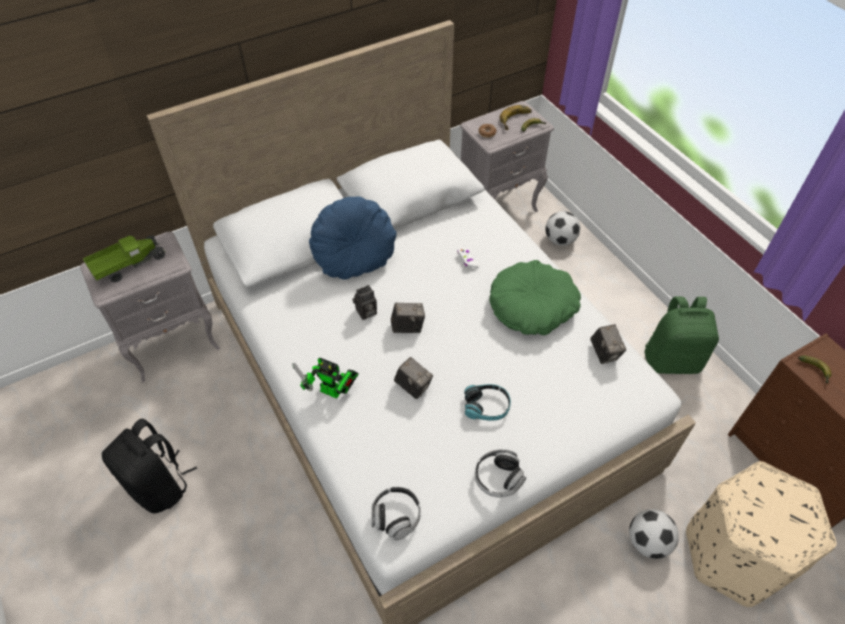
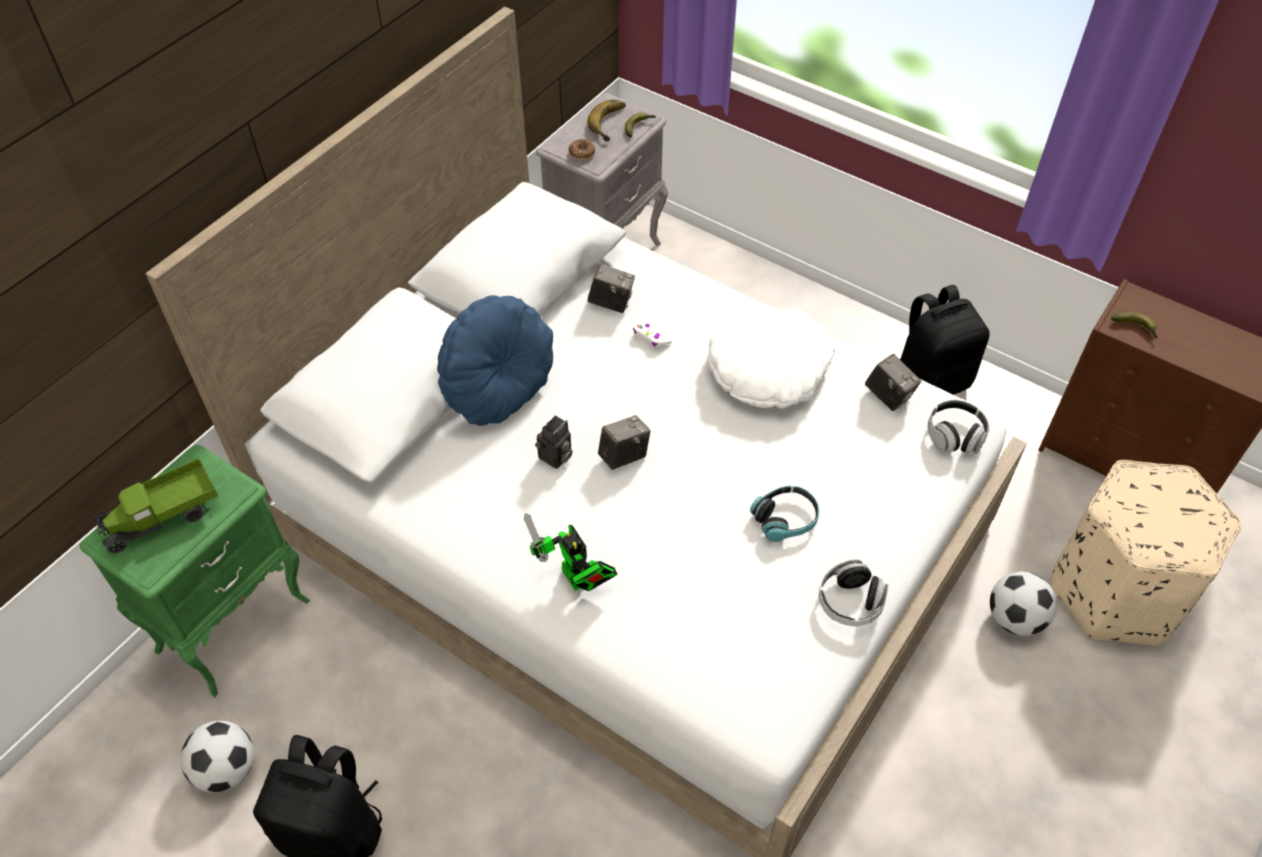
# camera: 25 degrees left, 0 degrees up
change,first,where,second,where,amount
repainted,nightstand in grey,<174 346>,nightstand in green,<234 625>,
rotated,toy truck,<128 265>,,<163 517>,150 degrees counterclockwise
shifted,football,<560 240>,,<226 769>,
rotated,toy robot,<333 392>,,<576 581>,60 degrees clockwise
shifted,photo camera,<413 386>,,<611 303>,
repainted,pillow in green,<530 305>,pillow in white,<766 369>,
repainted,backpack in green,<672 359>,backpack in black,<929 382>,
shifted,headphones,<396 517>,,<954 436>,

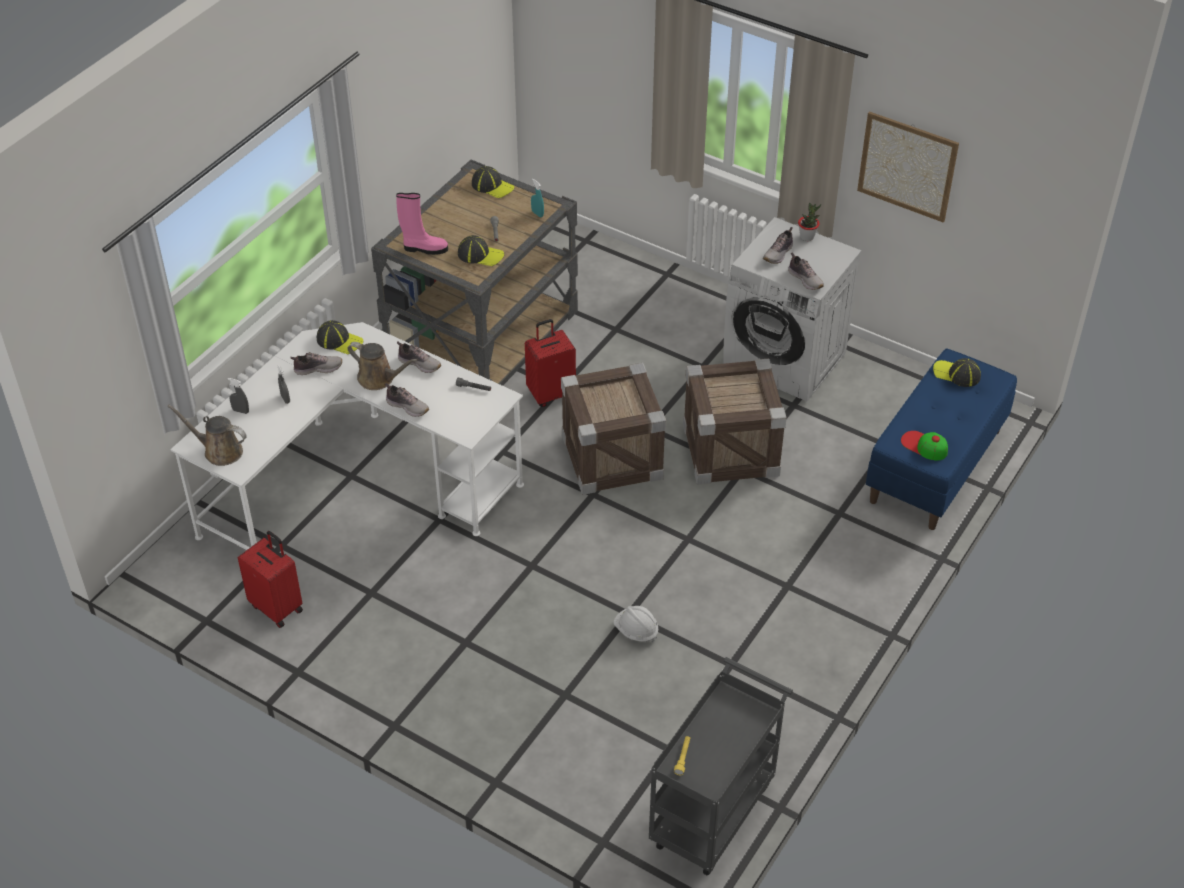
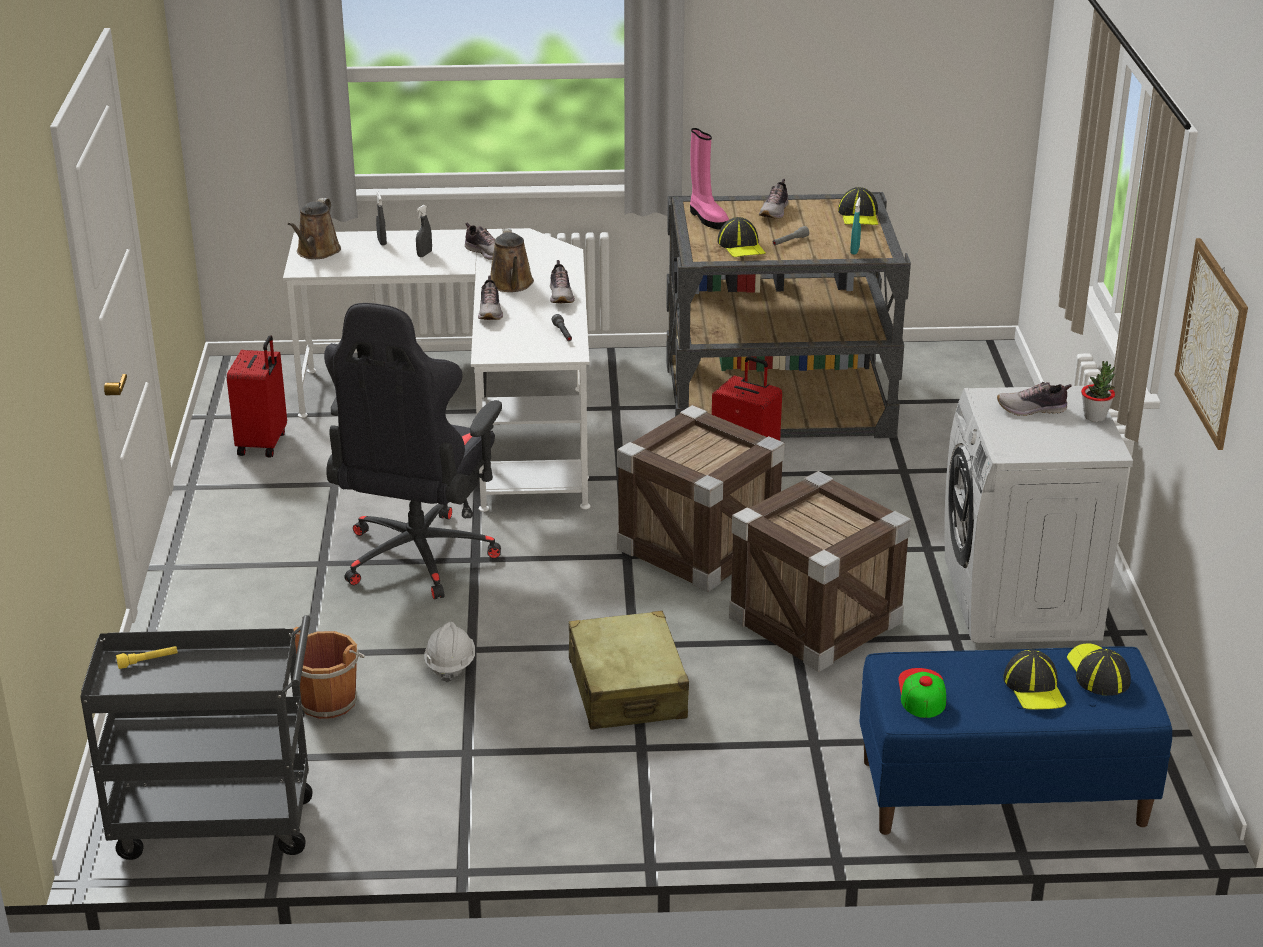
# camera: 55 degrees right, 15 degrees down
change,first,where,second,where,amount
rotated,watering can in brown,<219 451>,,<316 252>,150 degrees counterclockwise
new,,,bucket in brown,<329 699>,
new,,,office chair in black,<419 555>,
new,,,suitcase in beige,<627 689>,
shifted,shoe,<805 279>,,<775 211>,
shifted,cap,<339 341>,,<1035 688>,

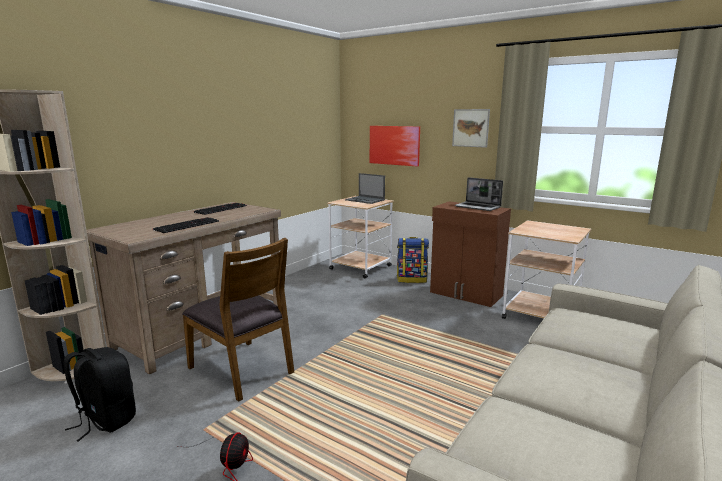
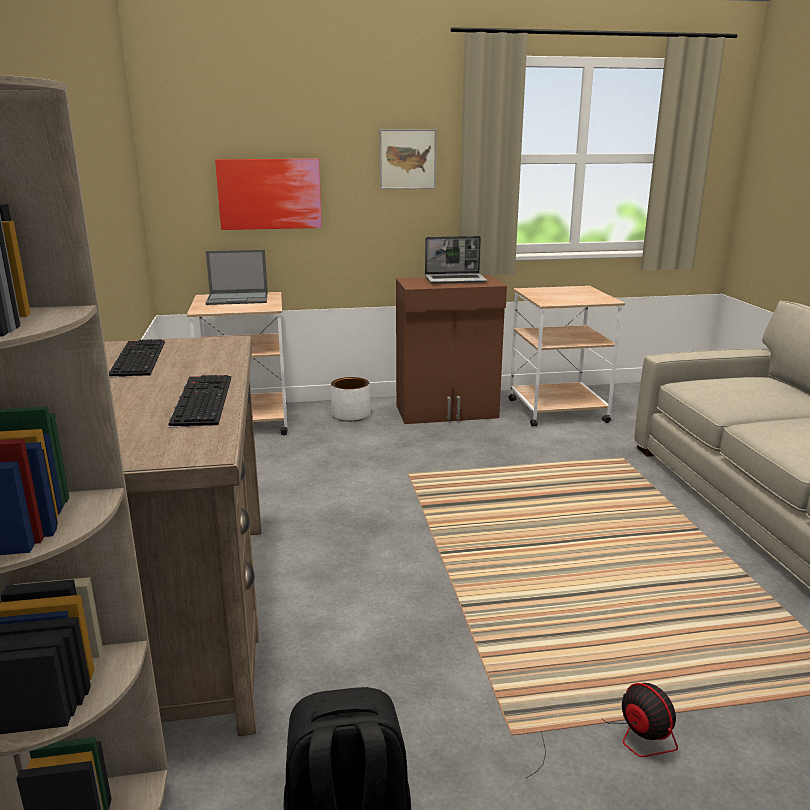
# camera: 45 degrees left, 5 degrees up
change,first,where,second,where,amount
swapped,backpack,<412 279>,planter in white,<351 415>,
gone,chair in brown,<243 369>,,,

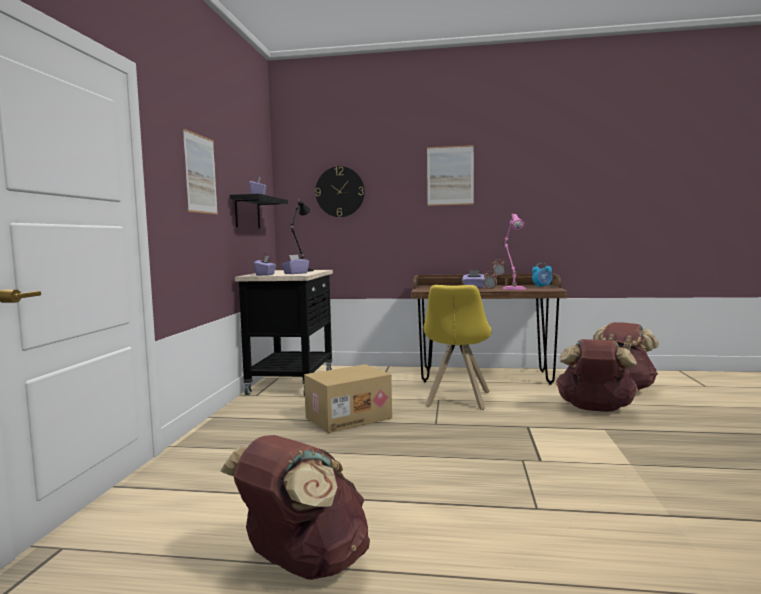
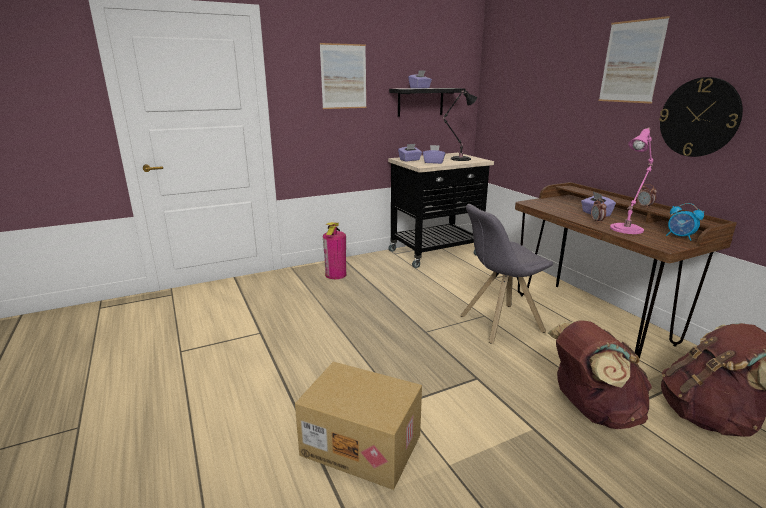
# camera: 55 degrees right, 15 degrees up
change,first,where,second,where,amount
shifted,cardboard box,<348 417>,,<363 444>,
new,,,fire extinguisher,<336 275>,
repainted,chair in yellow,<457 399>,chair in grey,<500 323>,
shifted,wall clock,<340 192>,,<699 117>,
gone,backpack in brown,<303 565>,,,

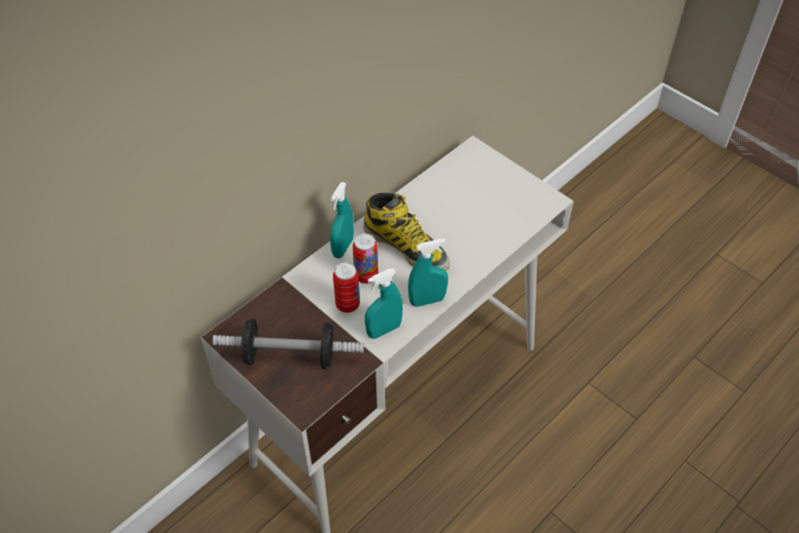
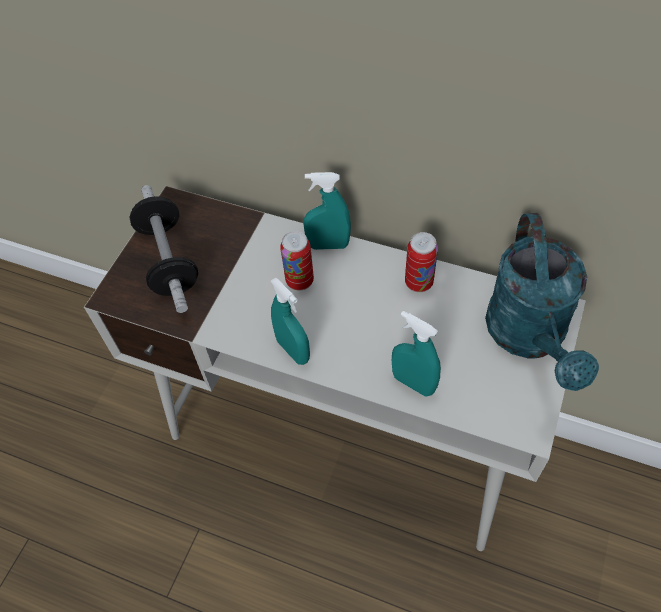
# camera: 70 degrees right, 5 degrees up
change,first,where,second,where,amount
shifted,spray bottle in turquoise,<384 330>,,<413 383>,
shifted,can,<347 304>,,<418 282>,
new,,,watering can in turquoise,<530 337>,
gone,boot,<406 246>,,,

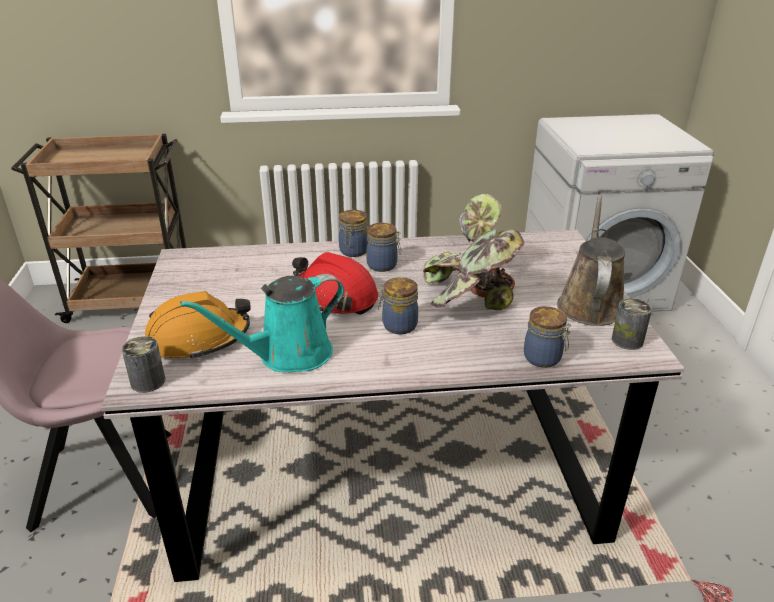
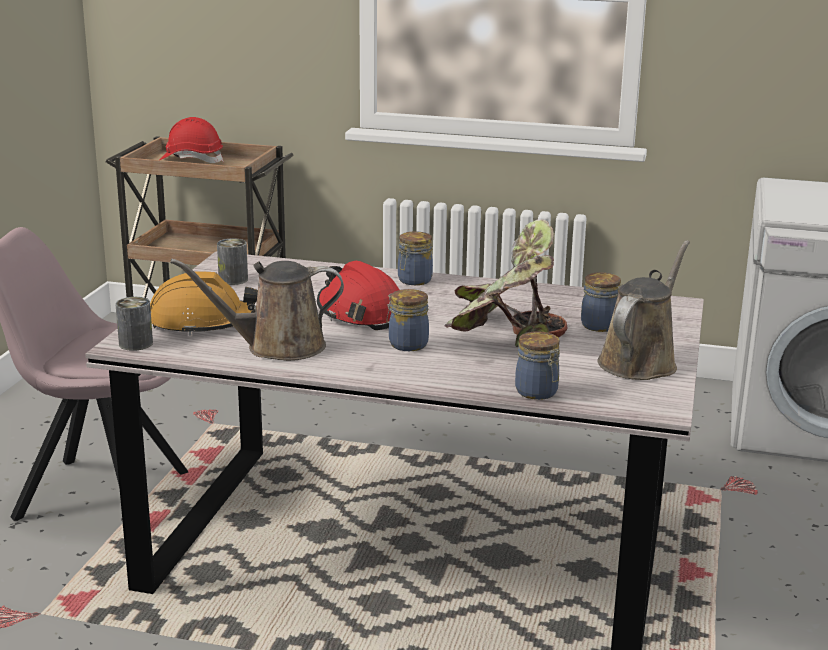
# camera: 20 degrees right, 10 degrees down
change,first,where,second,where,amount
new,,,hard hat in red,<191 160>,
repainted,watering can in turquoise,<288 355>,watering can in brown,<277 347>,
shifted,can,<627 340>,,<233 279>,
shifted,jar,<383 265>,,<601 326>,

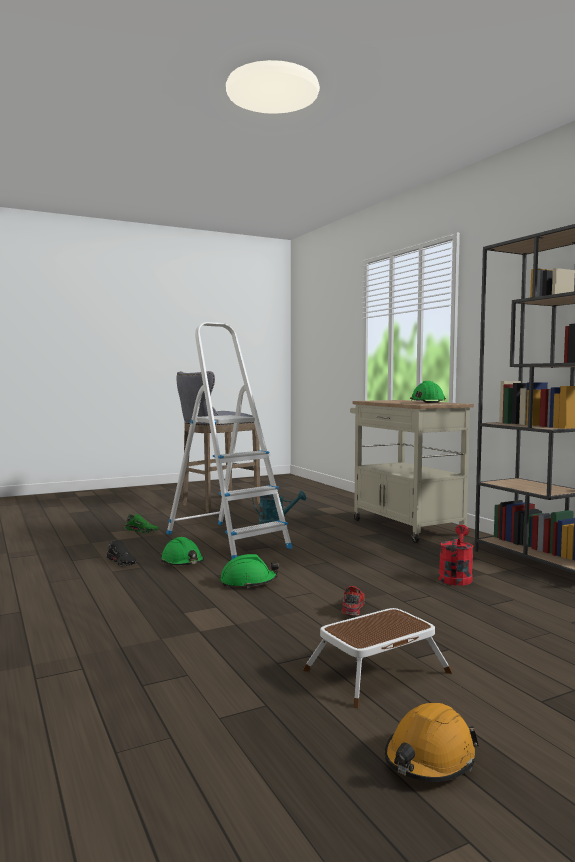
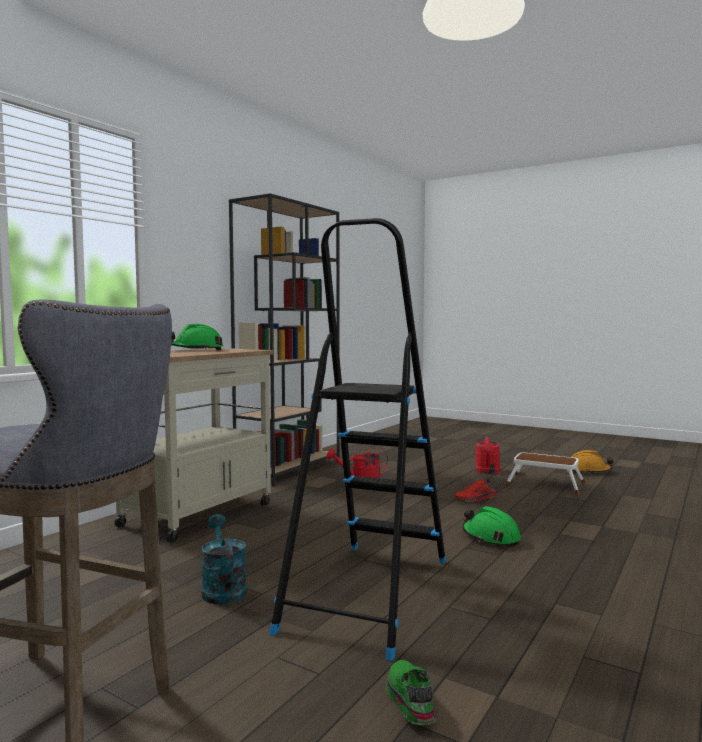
# camera: 120 degrees left, 0 degrees up
change,first,where,second,where,amount
repainted,step ladder in white,<227 540>,step ladder in black,<369 591>,
new,,,watering can in red,<487 472>,
gone,shoe in black,<122 562>,,,
gone,hard hat in green,<182 563>,,,

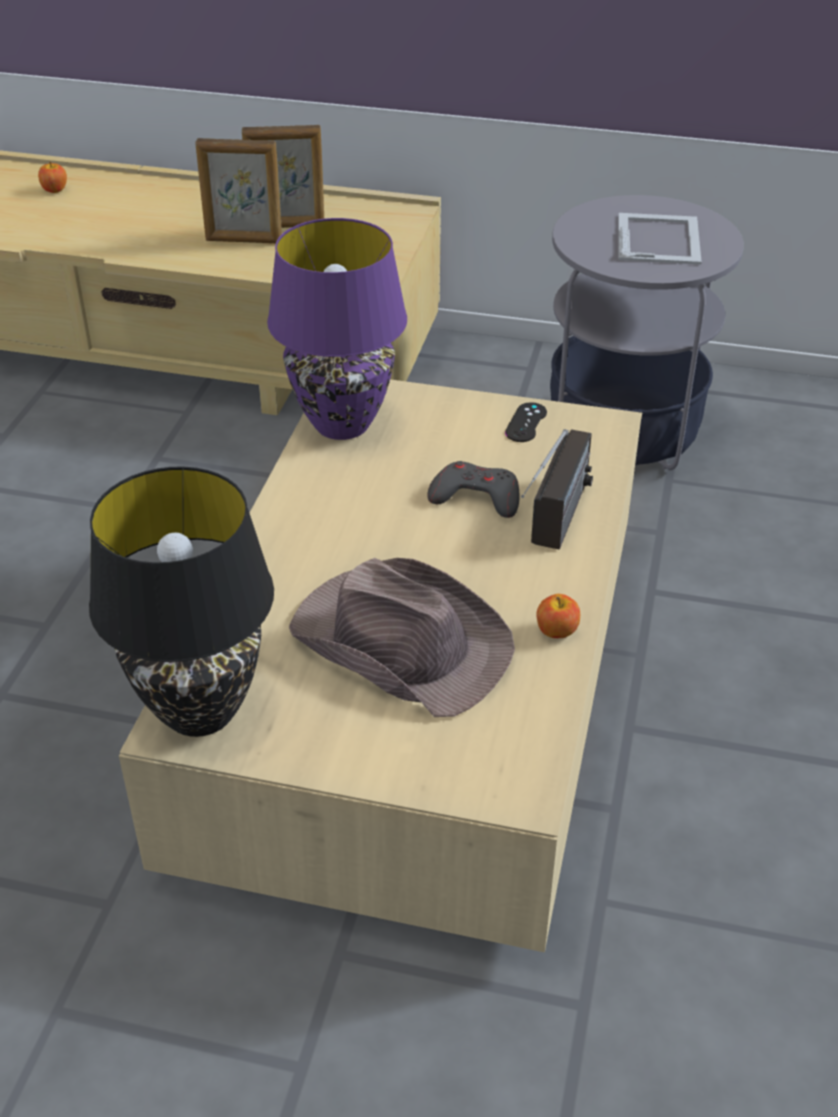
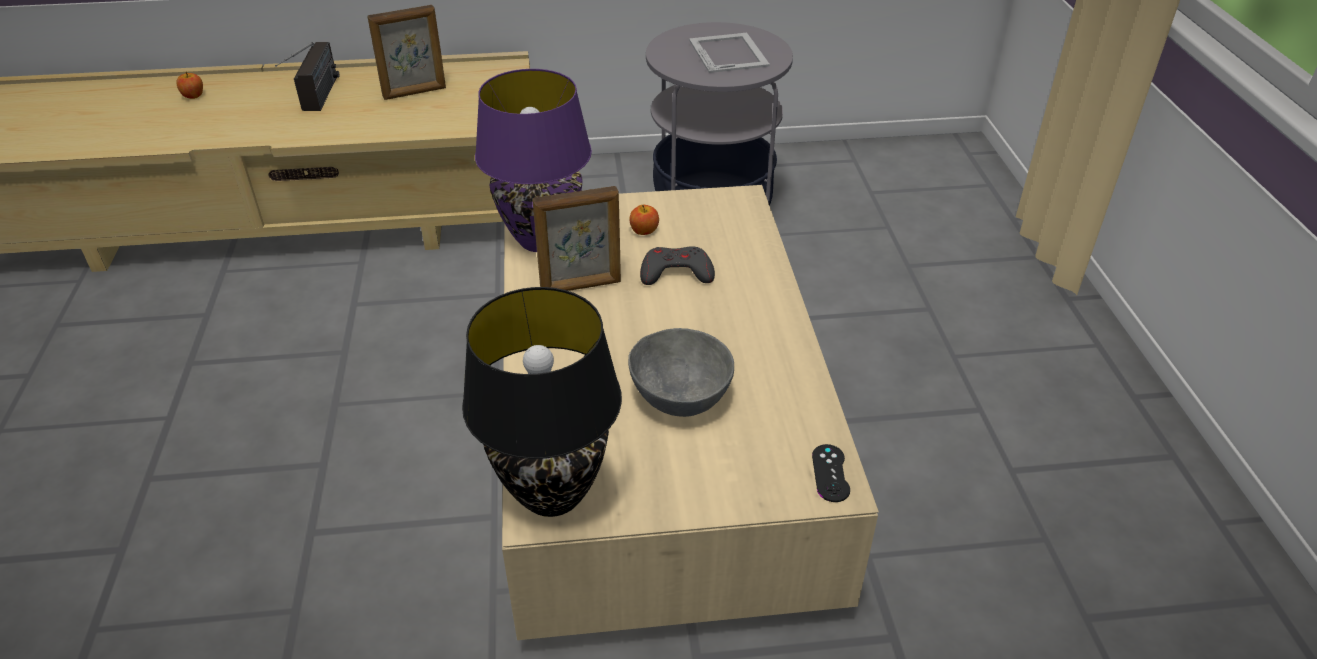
# camera: 20 degrees left, 0 degrees up
change,first,where,second,where,amount
shifted,radio,<555 531>,,<317 103>,
shifted,picture frame,<244 241>,,<581 286>,
swapped,hat in brown,<399 641>,bowl in grey,<680 396>,
shifted,apple,<556 631>,,<644 231>,
shifted,game controller in black,<526 423>,,<830 473>,

